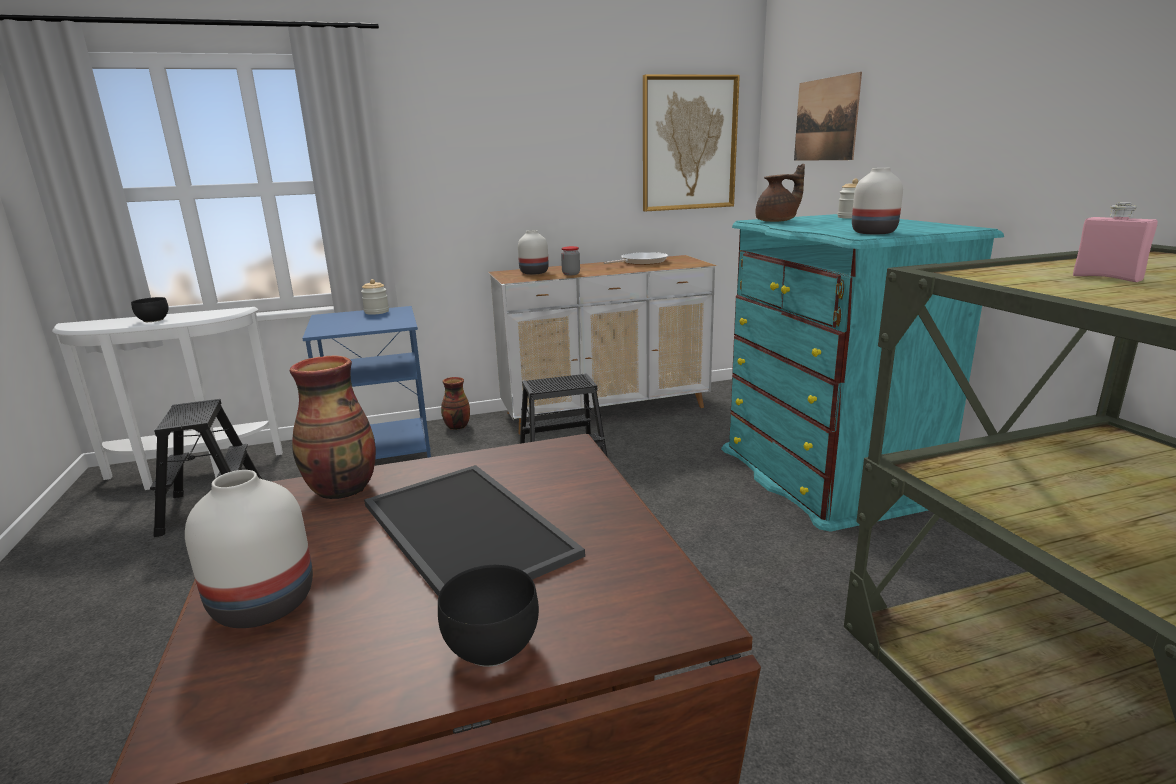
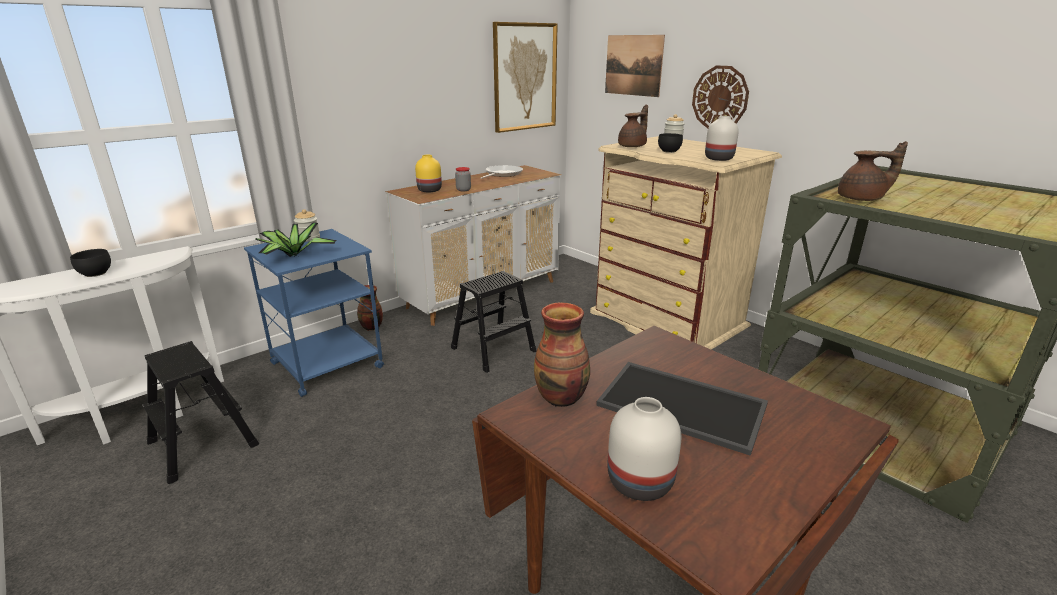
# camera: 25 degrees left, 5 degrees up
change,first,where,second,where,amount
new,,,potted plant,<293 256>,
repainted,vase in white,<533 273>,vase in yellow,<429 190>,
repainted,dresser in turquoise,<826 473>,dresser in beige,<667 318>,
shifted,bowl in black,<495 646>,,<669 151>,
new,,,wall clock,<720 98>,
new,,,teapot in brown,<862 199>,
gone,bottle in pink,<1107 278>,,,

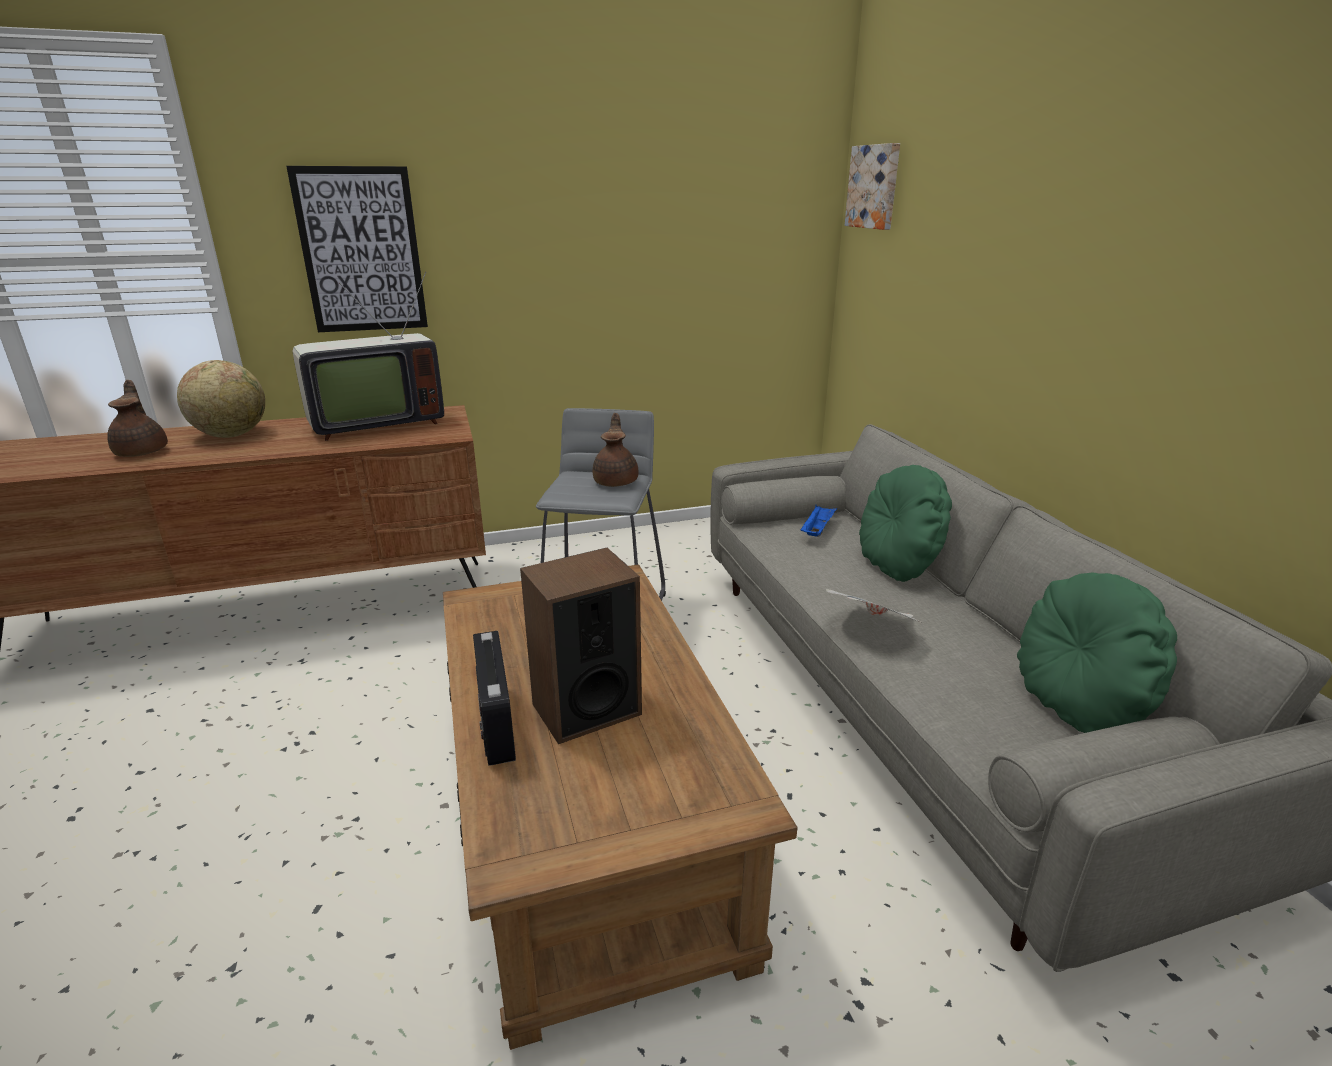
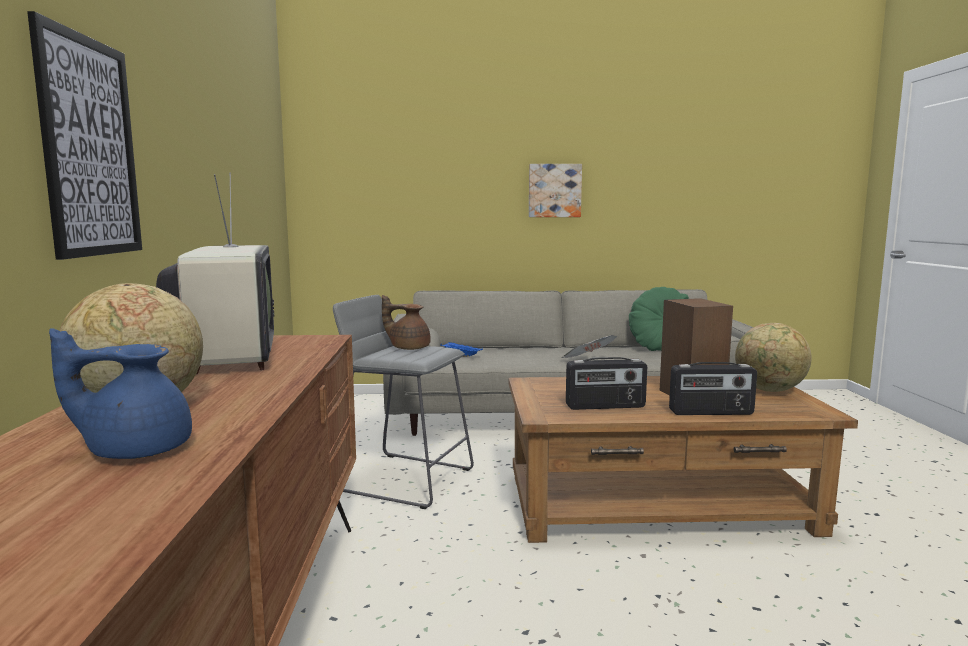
# camera: 75 degrees left, 15 degrees down
change,first,where,second,where,amount
repainted,teapot in brown,<143 452>,teapot in blue,<136 450>,
shifted,picture,<874 187>,,<554 190>,
new,,,radio,<605 406>,
new,,,globe,<770 390>,
gone,pillow in green,<897 568>,,,

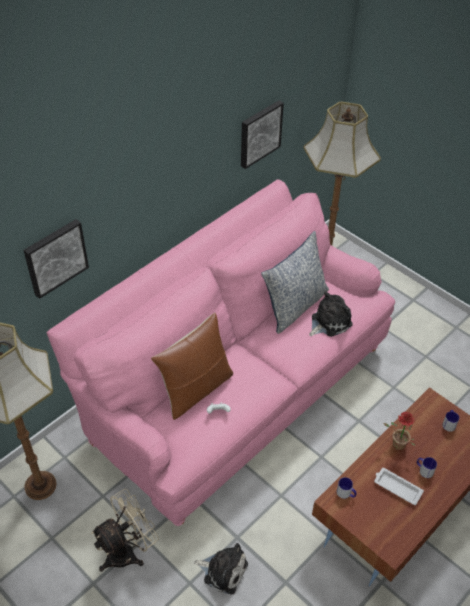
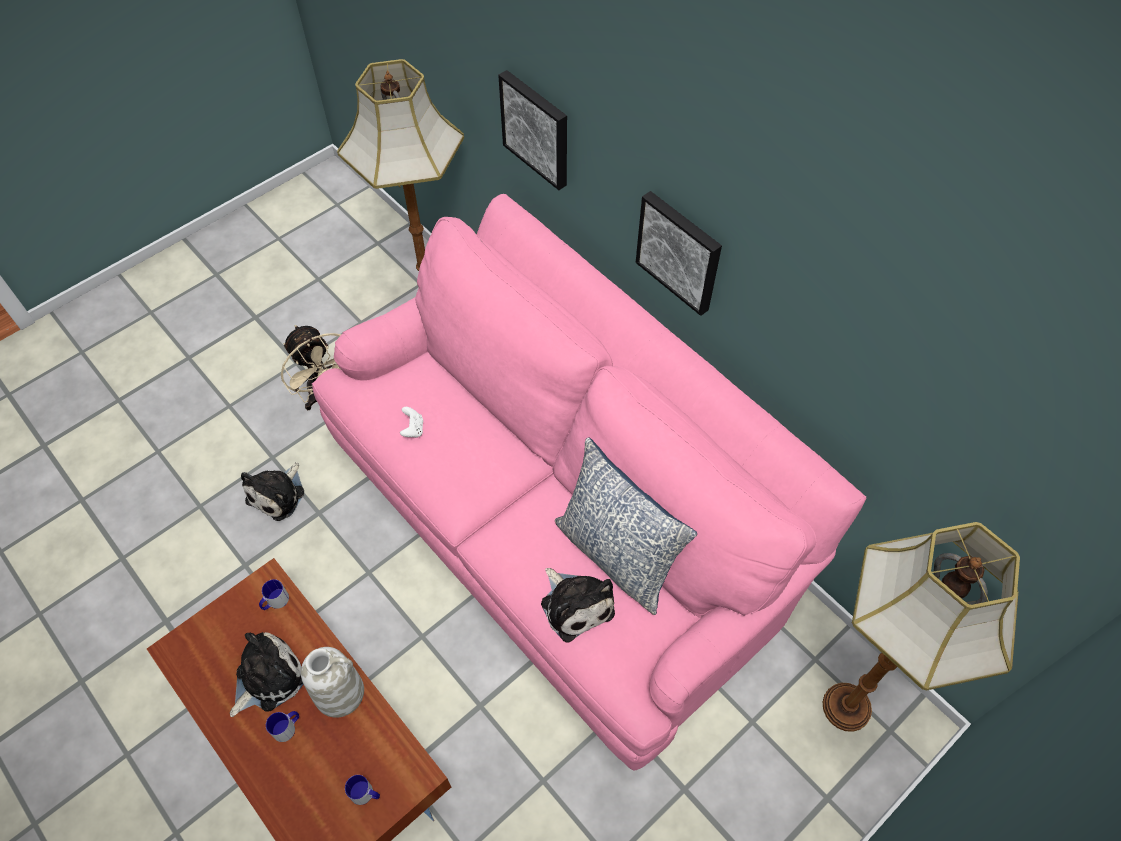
# camera: 95 degrees right, 10 degrees up
change,first,where,second,where,amount
swapped,tray in white,<397 487>,plush toy,<268 677>,
swapped,potted plant,<396 445>,vase in white,<340 692>,
shifted,picture,<259 133>,,<680 251>,
gone,pillow in brown,<196 389>,,,

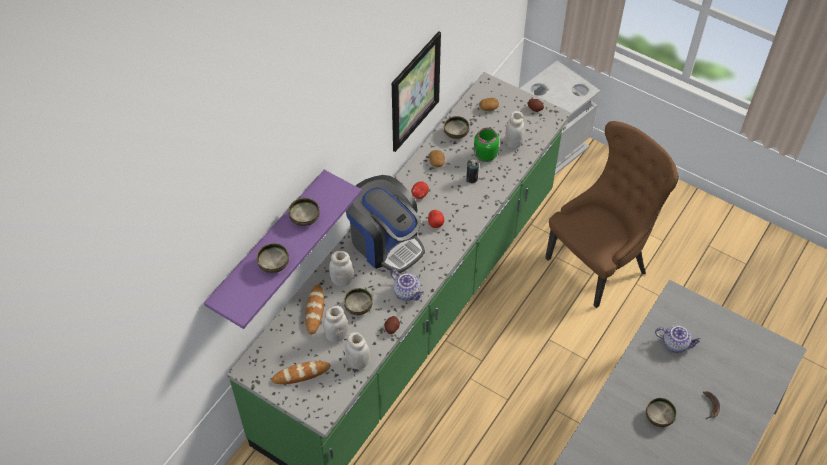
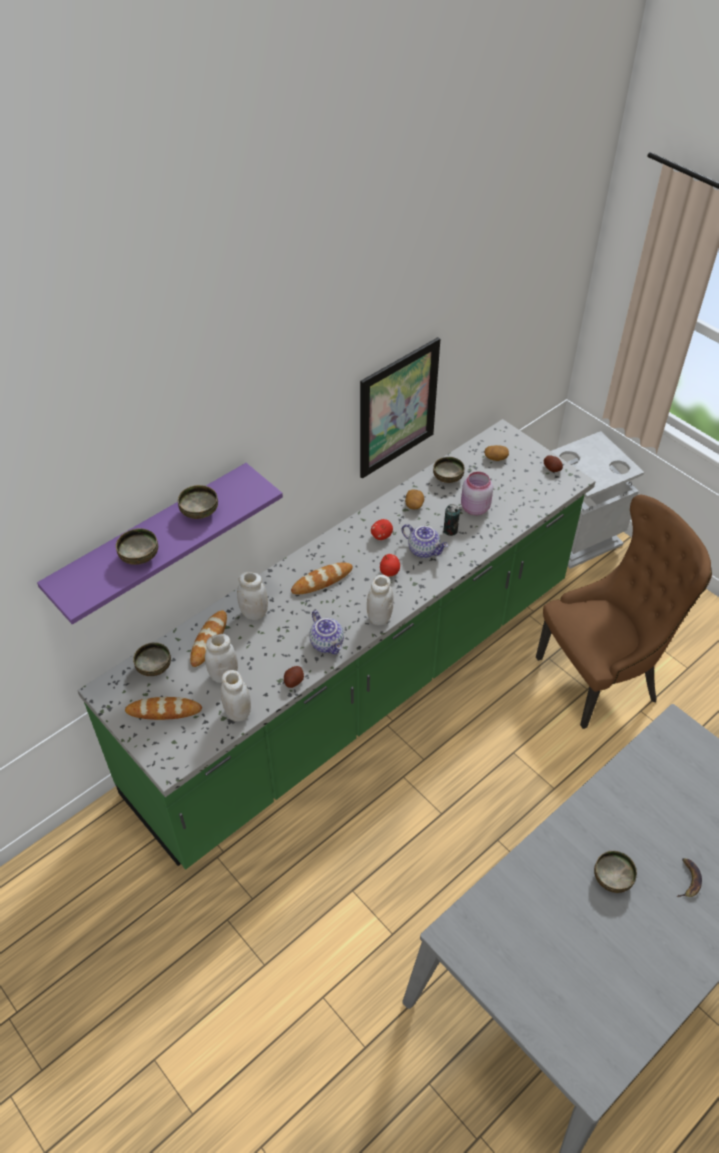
# camera: 15 degrees right, 5 degrees down
change,first,where,second,where,amount
shifted,bowl,<358 307>,,<154 668>,
swapped,coffee machine,<385 242>,bread,<322 580>,
shifted,jar in white,<513 143>,,<379 617>,
shifted,teapot,<675 343>,,<424 550>,
repainted,jar in green,<484 155>,jar in pink,<474 508>,

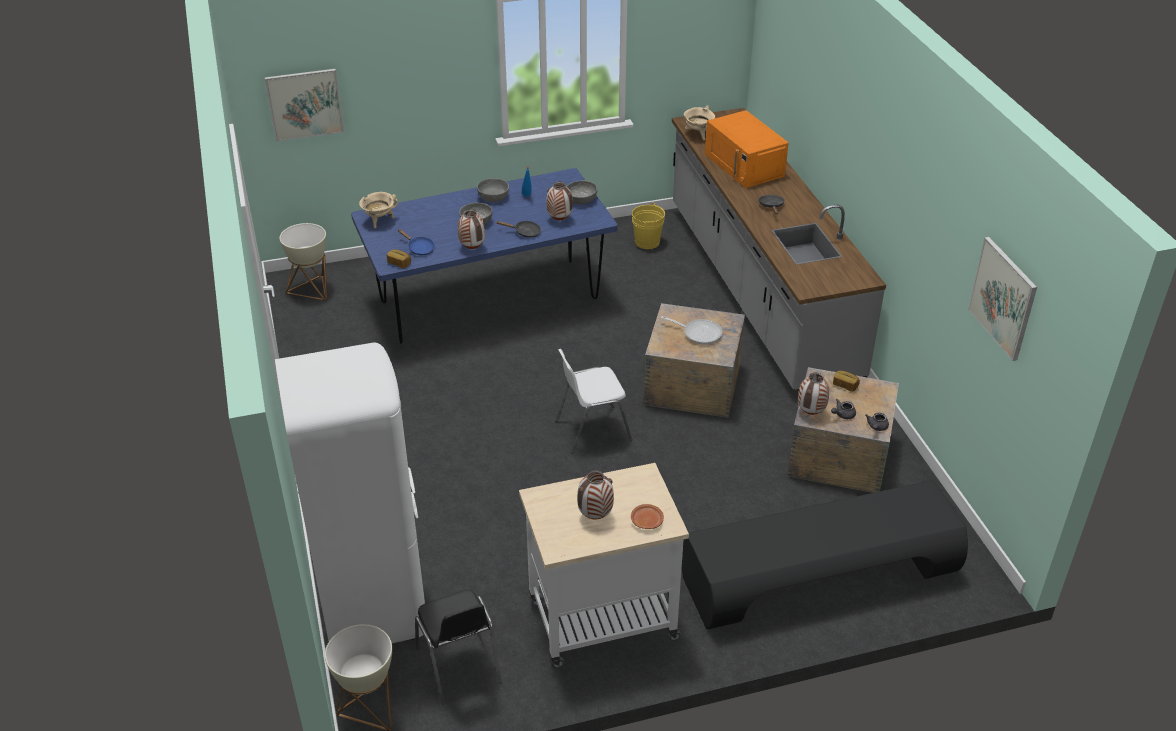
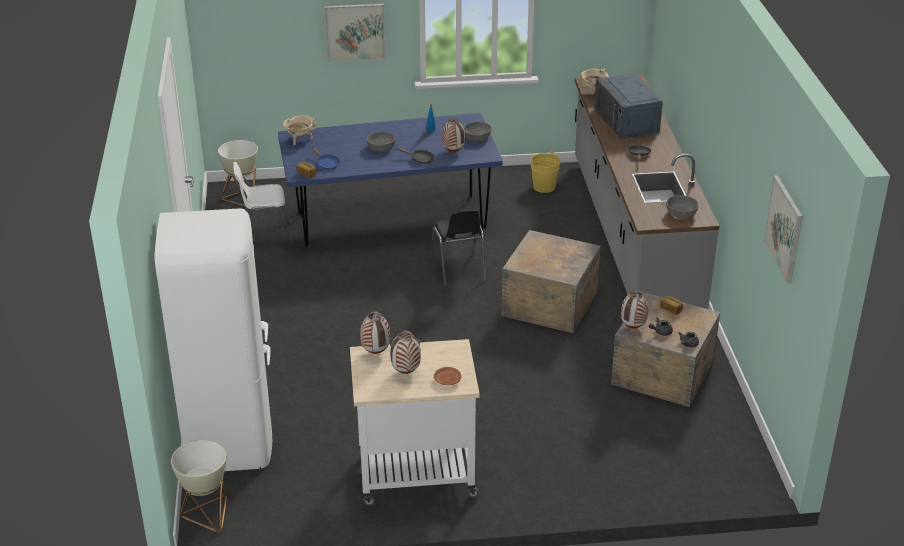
# camera: 10 degrees right, 5 degrees down
change,first,where,second,where,amount
shifted,chair in white,<592 430>,,<265 235>,
shifted,picture,<305 104>,,<355 32>,
shifted,vase,<472 248>,,<375 352>,
shifted,chair in black,<459 666>,,<458 270>,
repainted,microwave in orange,<744 165>,microwave in blue,<626 120>,
shifted,bowl in grey,<493 197>,,<681 213>,
gone,frying pan,<699 333>,,,
gone,bench in black,<819 575>,,,

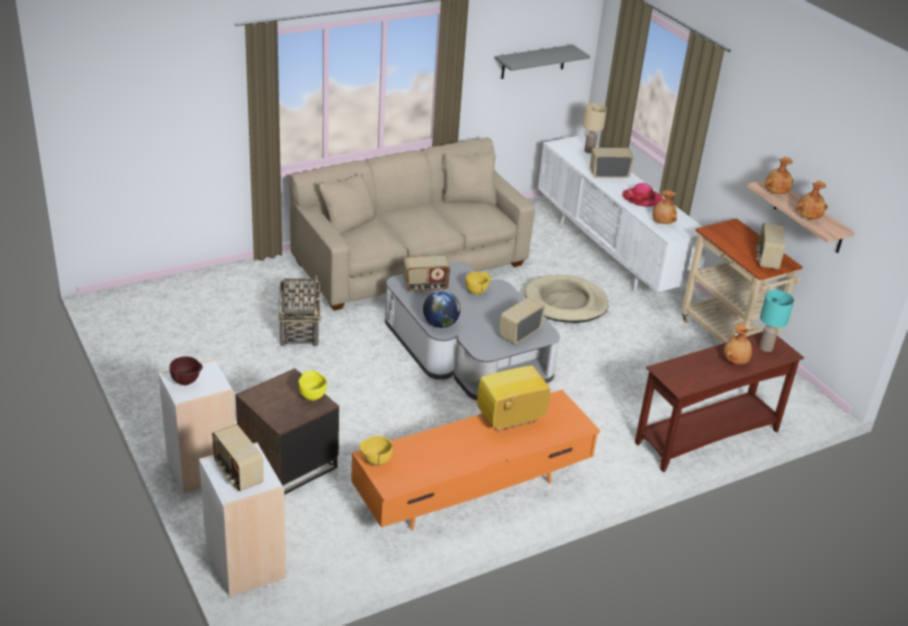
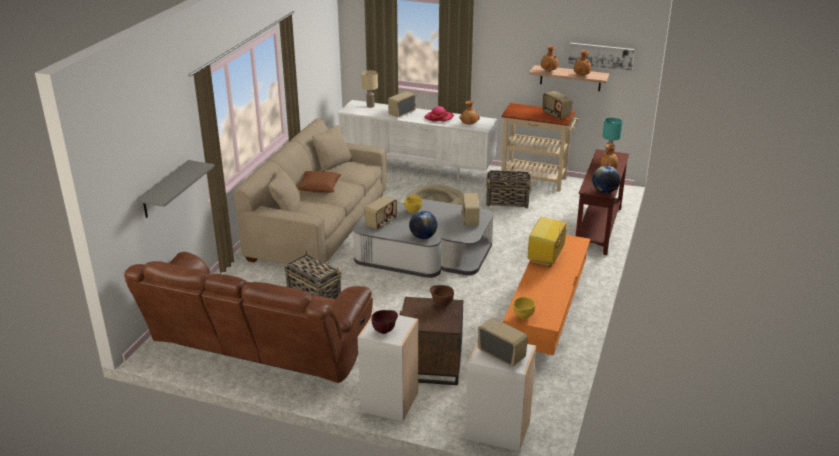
# camera: 40 degrees left, 5 degrees down
change,first,where,second,where,amount
new,,,sofa in brown,<256 348>,
shifted,shelf in grey,<533 62>,,<165 189>,
new,,,pillow in brown,<319 188>,
repainted,bowl in yellow,<312 396>,bowl in brown,<441 304>,
rotated,radio,<238 473>,,<501 355>,150 degrees counterclockwise
new,,,basket,<508 201>,
new,,,picture,<601 56>,
new,,,globe,<604 191>,

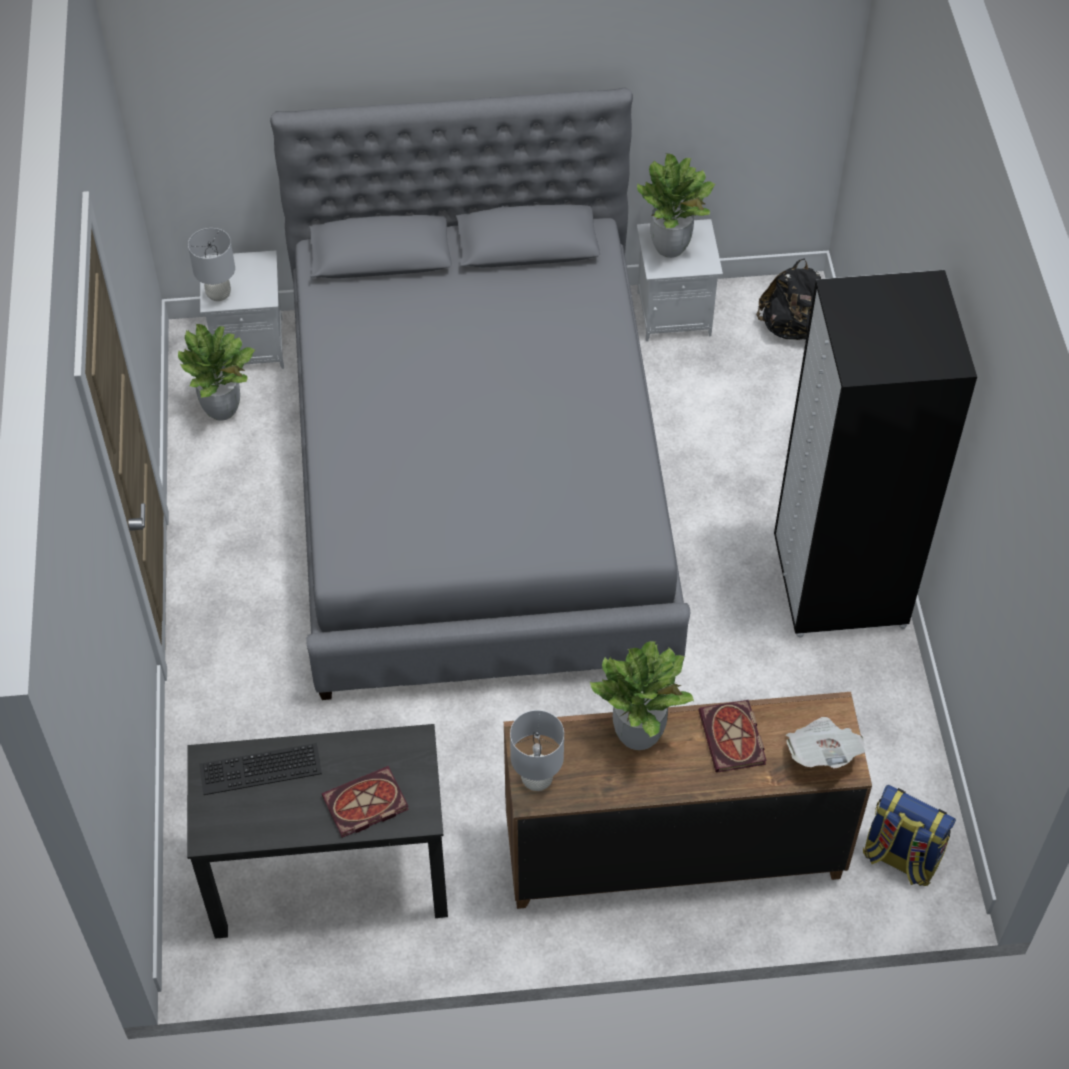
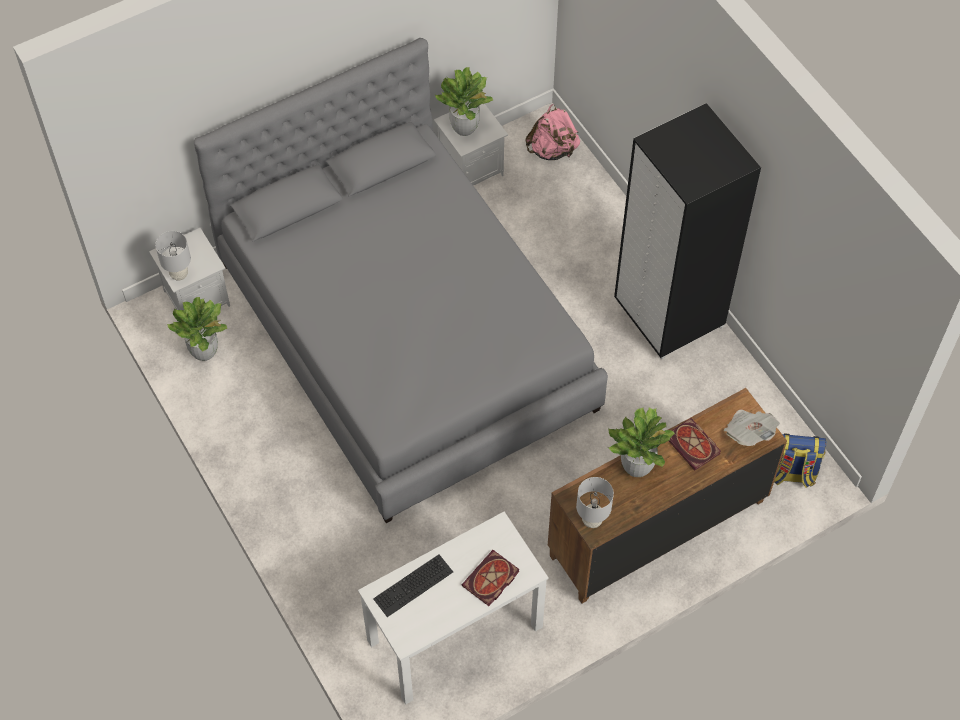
# camera: 25 degrees left, 5 degrees up
change,first,where,second,where,amount
repainted,desk in black,<328 876>,desk in white,<454 634>,
repainted,backpack in black,<792 328>,backpack in pink,<552 150>,

